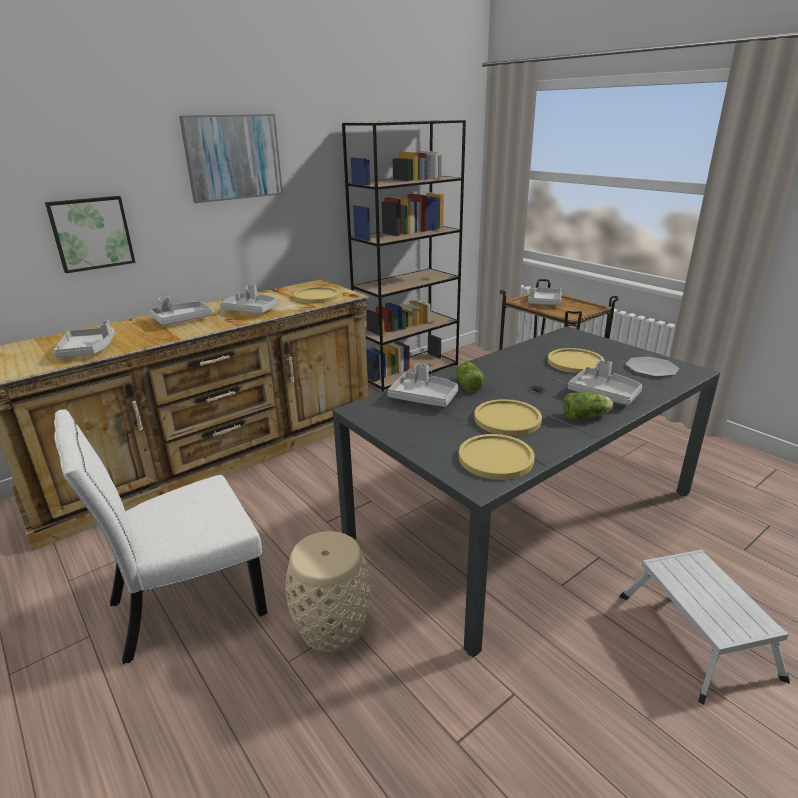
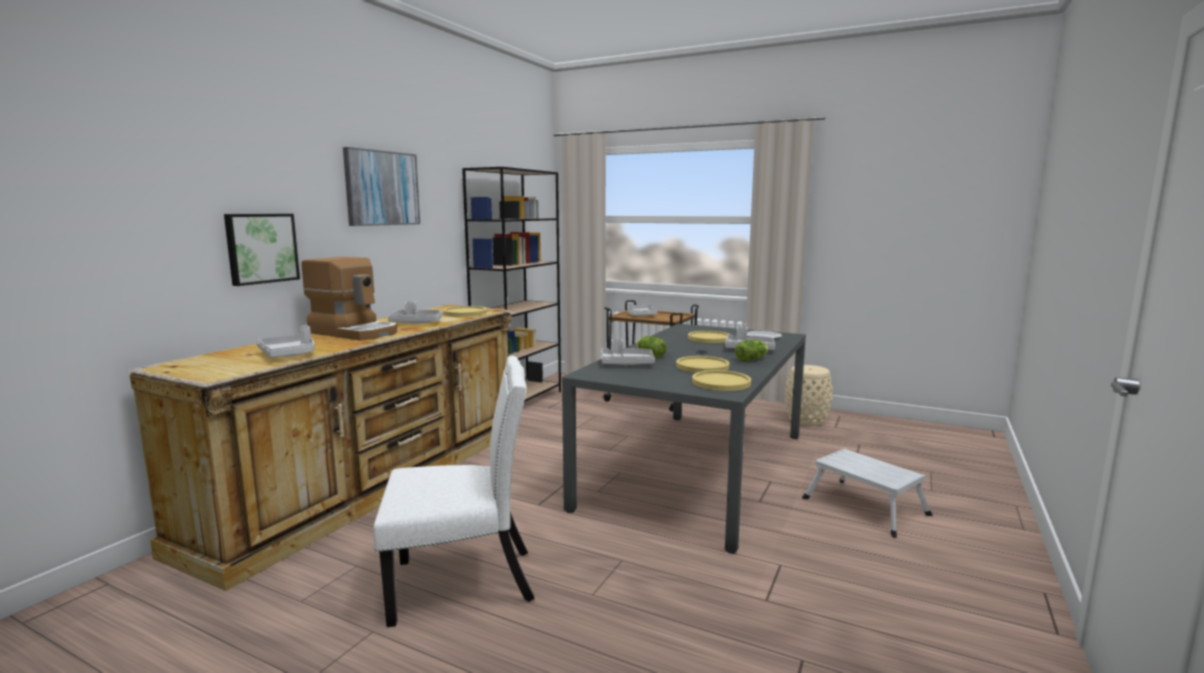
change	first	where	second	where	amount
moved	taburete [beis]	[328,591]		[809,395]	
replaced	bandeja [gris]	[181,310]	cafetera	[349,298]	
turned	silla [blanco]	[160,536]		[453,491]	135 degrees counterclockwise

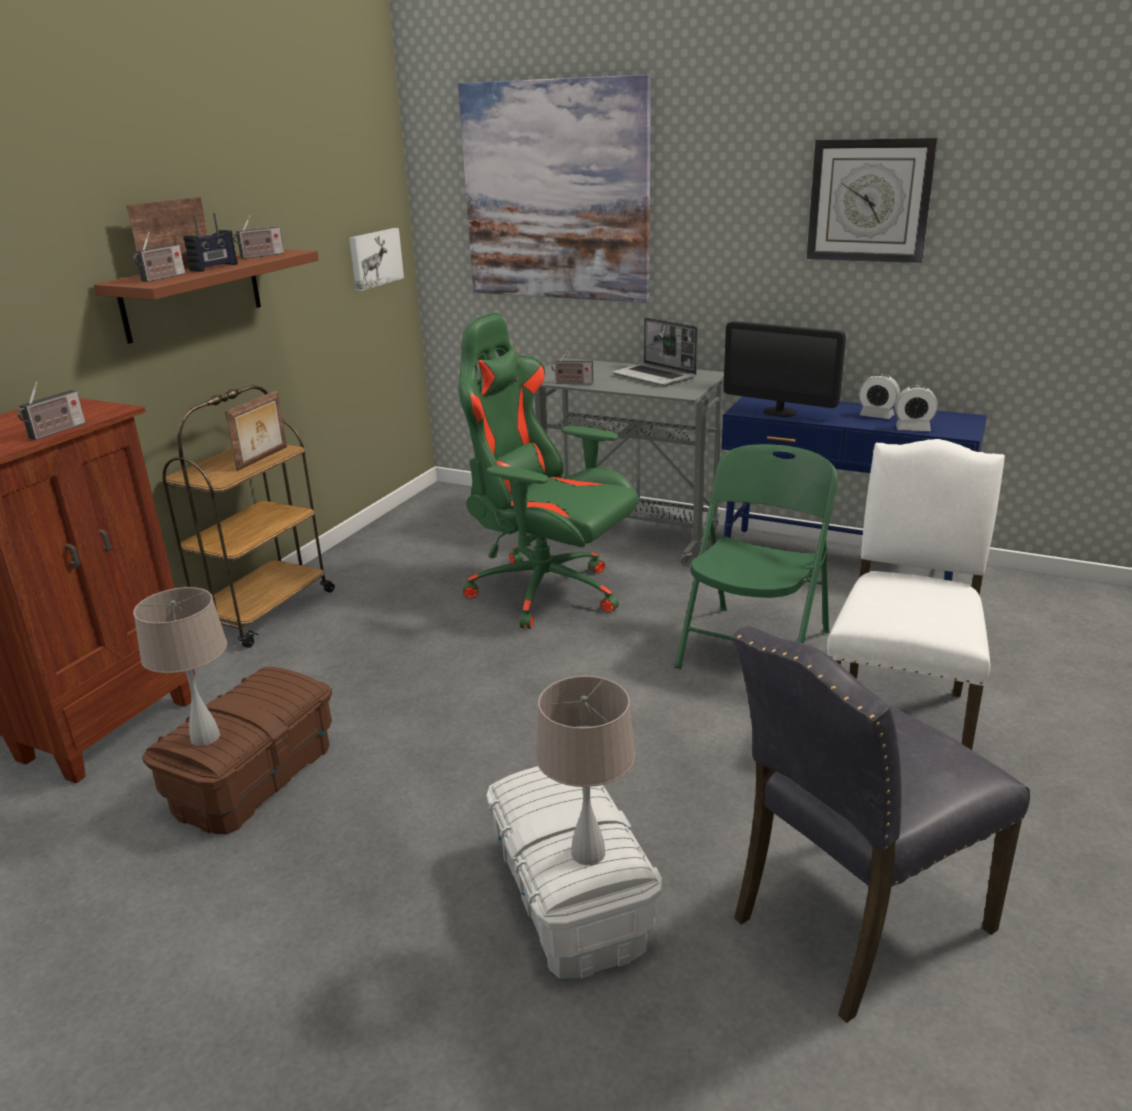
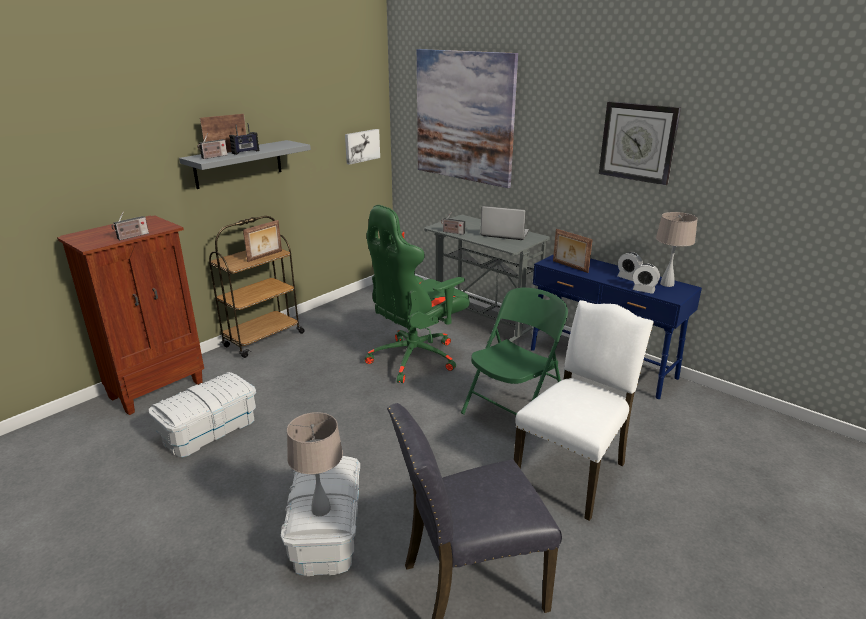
change	first	where	second	where	amount
removed	radio	[258,237]			
moved	lámpara de mesa [beis]	[180,666]		[677,249]	
replaced	monitor	[785,369]	portarretratos	[573,251]	
recoloured	estante [marrón]	[206,296]	estante [gris]	[245,164]	
recoloured	caja de almacenaje [marrón]	[237,751]	caja de almacenaje [blanco]	[202,414]	
turned	silla de oficina [verde]	[548,470]		[417,294]	90 degrees counterclockwise
turned	portátil	[655,351]		[505,223]	135 degrees clockwise

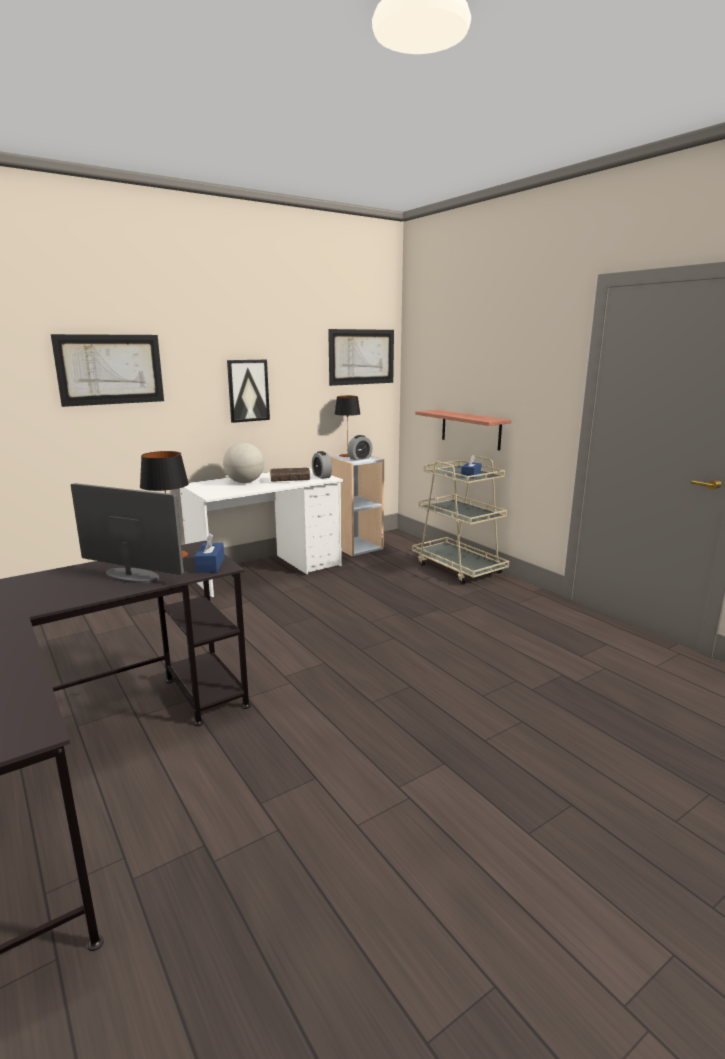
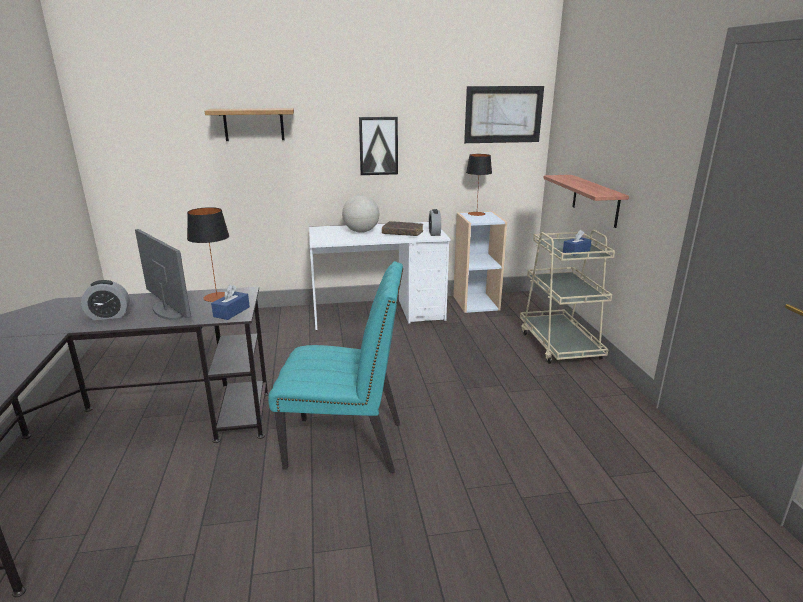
change	first	where	second	where	amount
added			silla [turquesa]	[335,367]	
moved	despertador	[360,448]		[105,300]	
replaced	cuadro	[107,370]	estante	[249,124]	

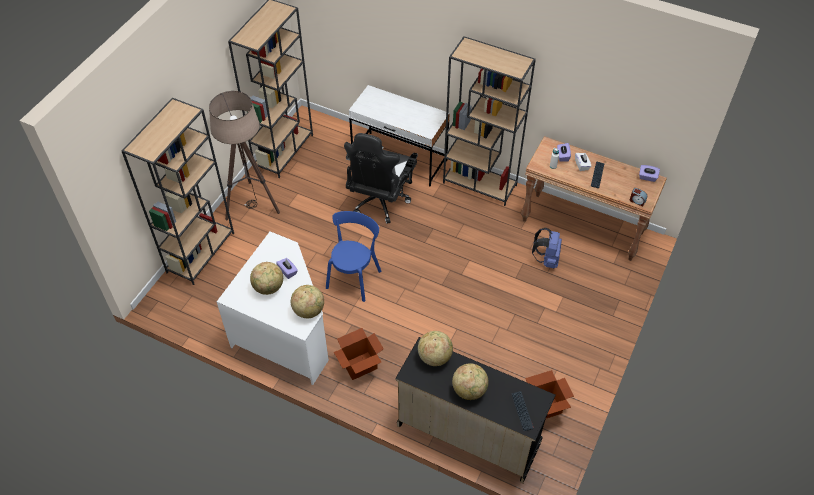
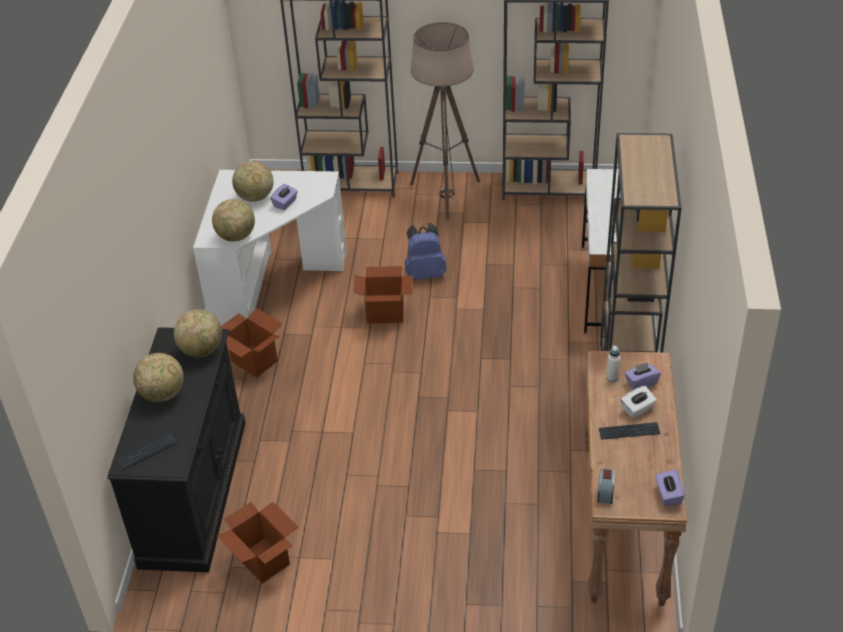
change	first	where	second	where	amount
removed	silla de oficina [negro]	[381,178]			
moved	mochila [azul]	[547,248]		[425,251]	
replaced	silla [azul]	[353,256]	caja de cartón	[383,295]	

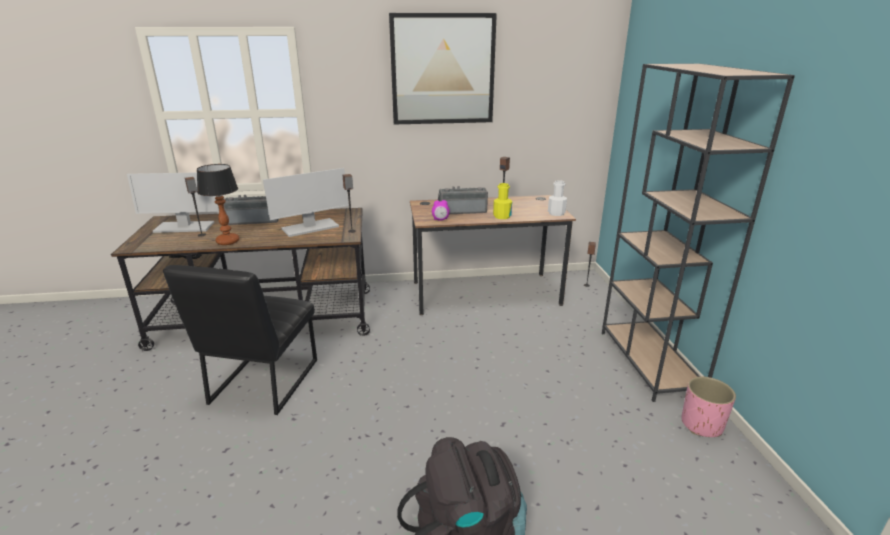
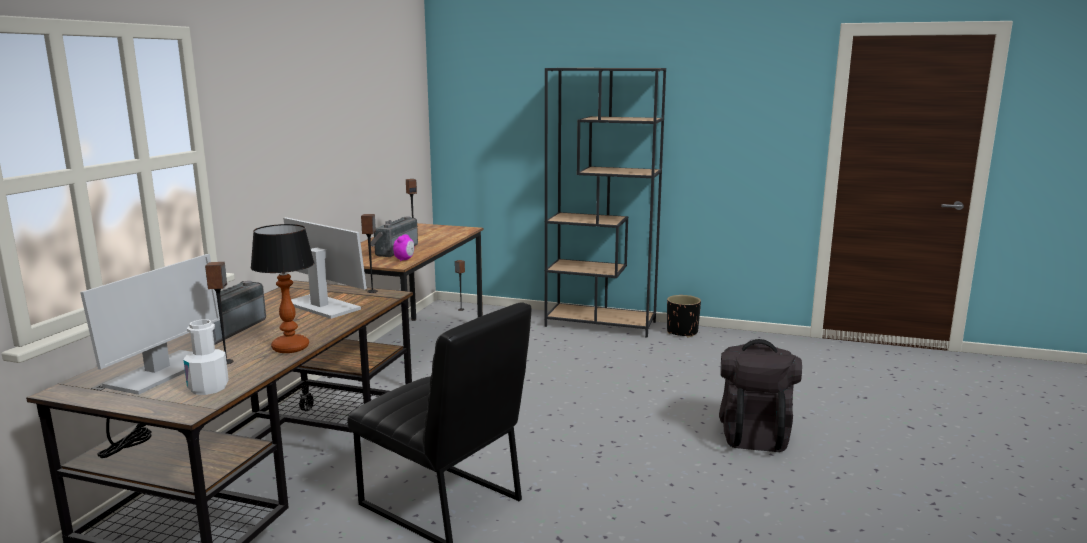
change	first	where	second	where	amount
removed	cuadro	[443,68]			
removed	botella [amarillo]	[502,201]			
moved	botella [blanco]	[557,198]		[206,357]	
recoloured	maceta [rosa]	[708,407]	maceta [negro]	[684,316]	
turned	monitor	[306,202]		[325,268]	45 degrees counterclockwise

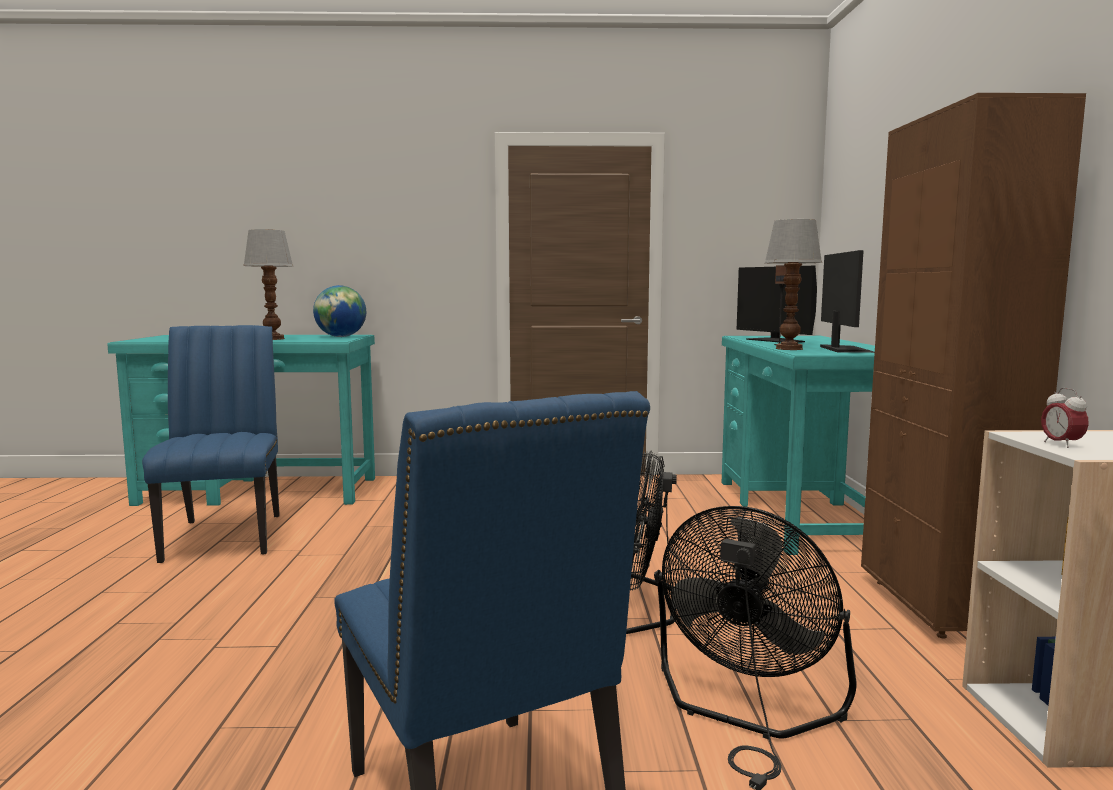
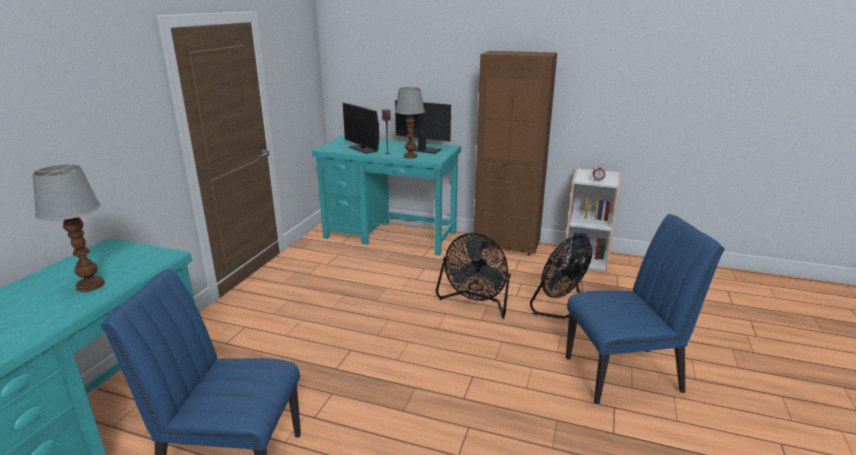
change	first	where	second	where	amount
removed	globo terráqueo	[339,311]			
turned	monitor	[777,304]		[361,128]	60 degrees clockwise

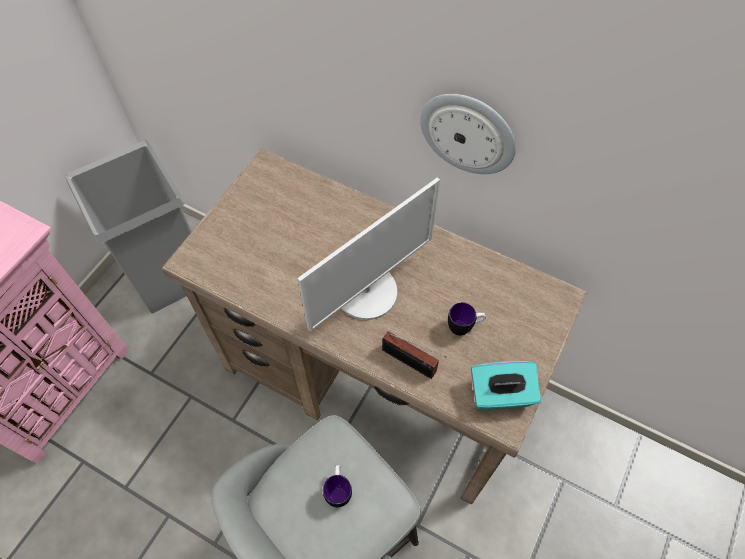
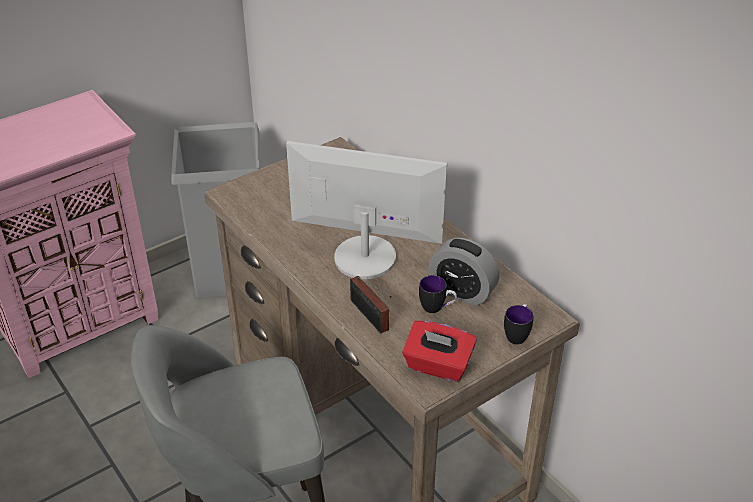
change	first	where	second	where	amount
removed	reloj de pared	[468,134]			
added			despertador	[463,272]	
moved	taza grande	[337,486]		[518,324]	
recoloured	caja de pañuelos [turquesa]	[506,385]	caja de pañuelos [rojo]	[439,351]	
turned	monitor	[368,255]		[366,210]	150 degrees counterclockwise

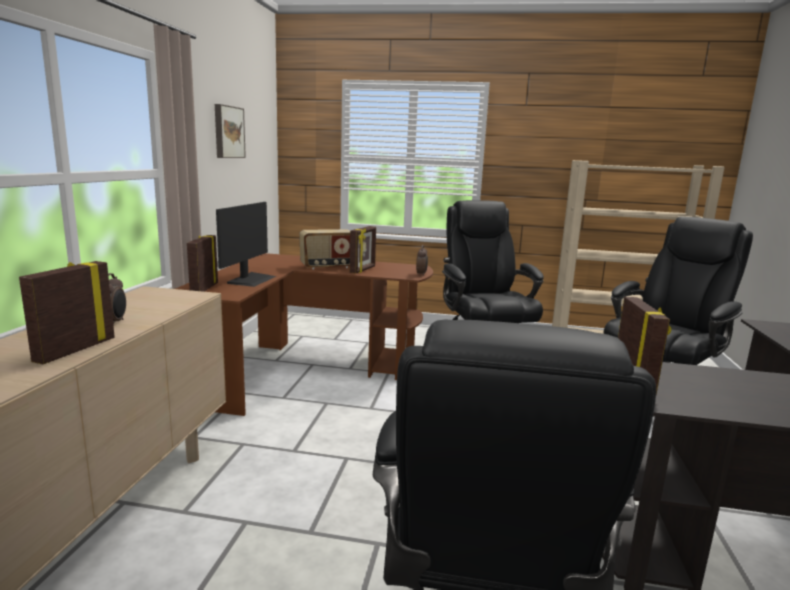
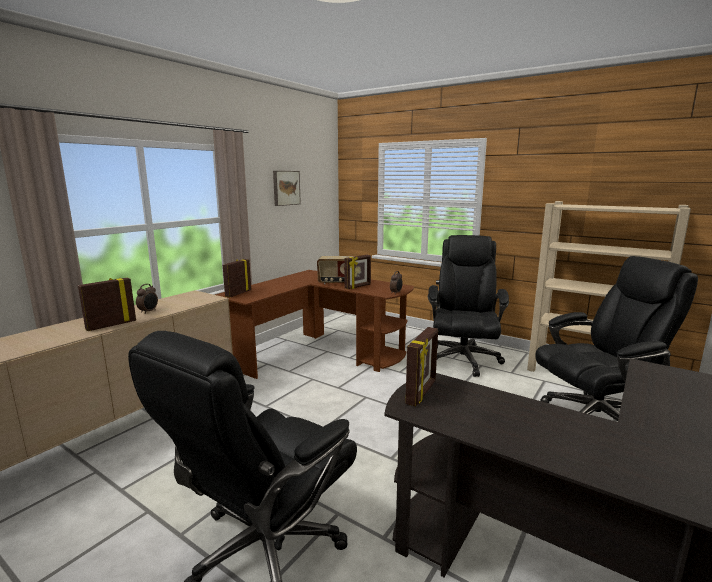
change	first	where	second	where	amount
removed	monitor	[246,244]			

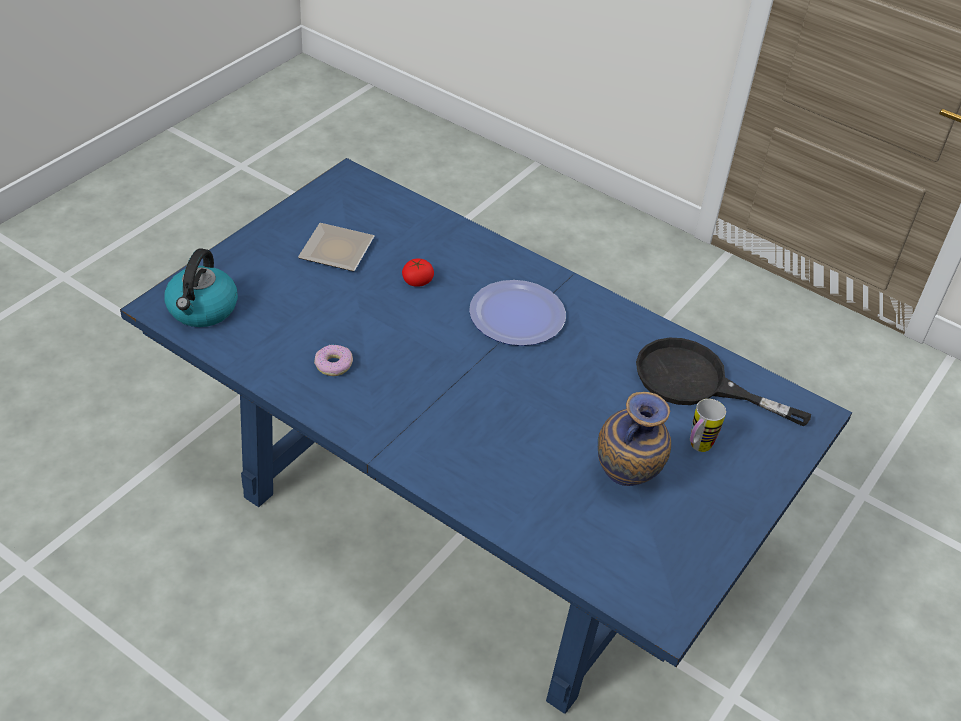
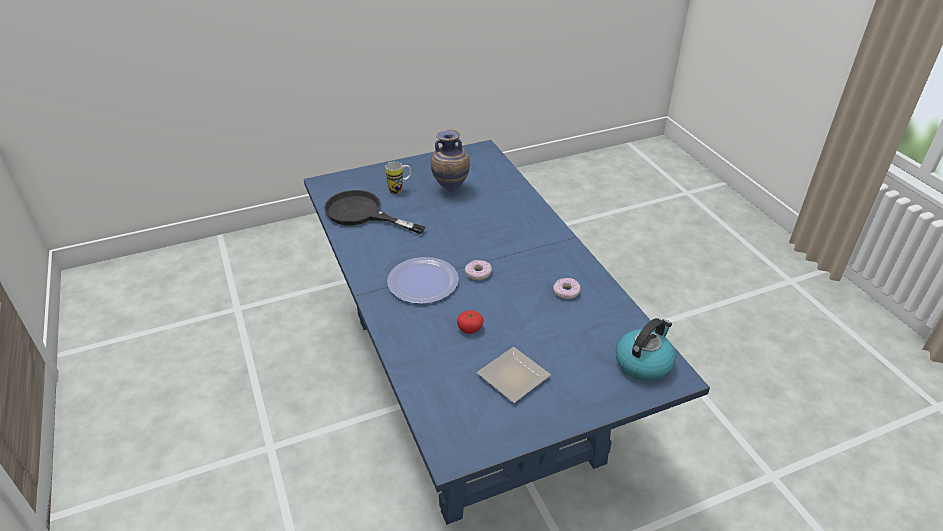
change	first	where	second	where	amount
added			rosquilla	[478,270]	
turned	sartén [negro]	[723,382]		[374,212]	150 degrees clockwise

